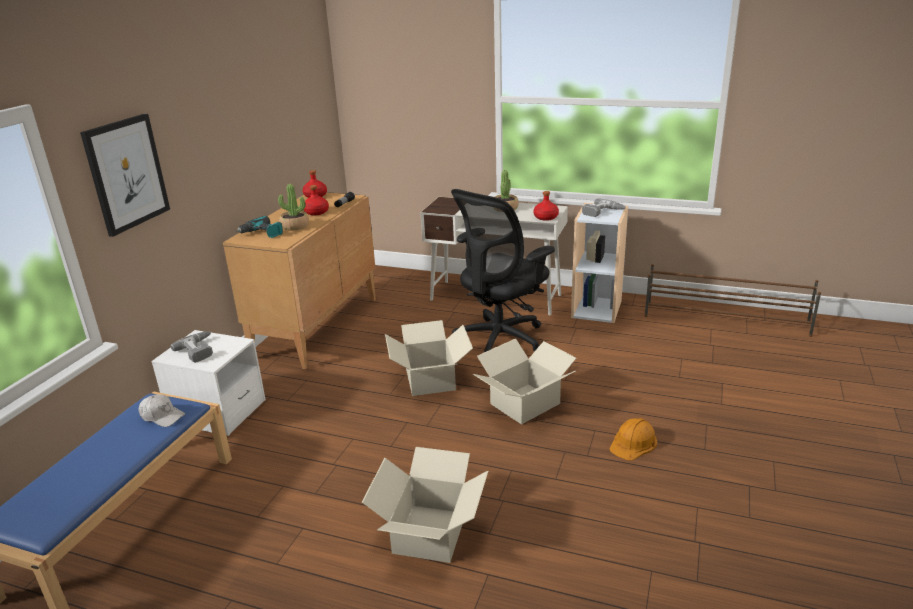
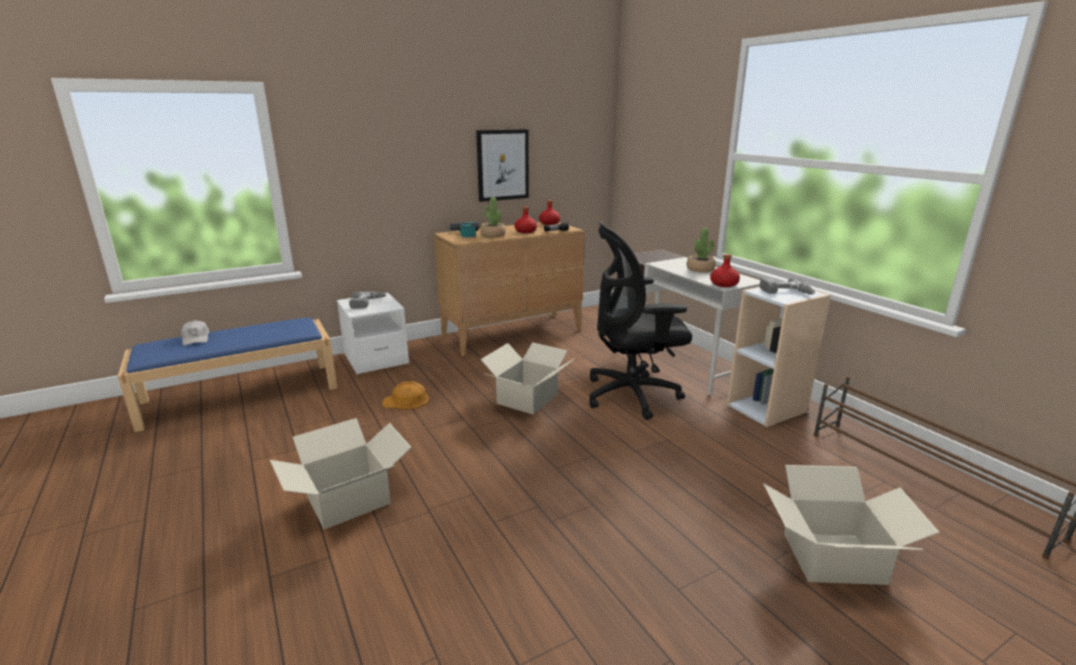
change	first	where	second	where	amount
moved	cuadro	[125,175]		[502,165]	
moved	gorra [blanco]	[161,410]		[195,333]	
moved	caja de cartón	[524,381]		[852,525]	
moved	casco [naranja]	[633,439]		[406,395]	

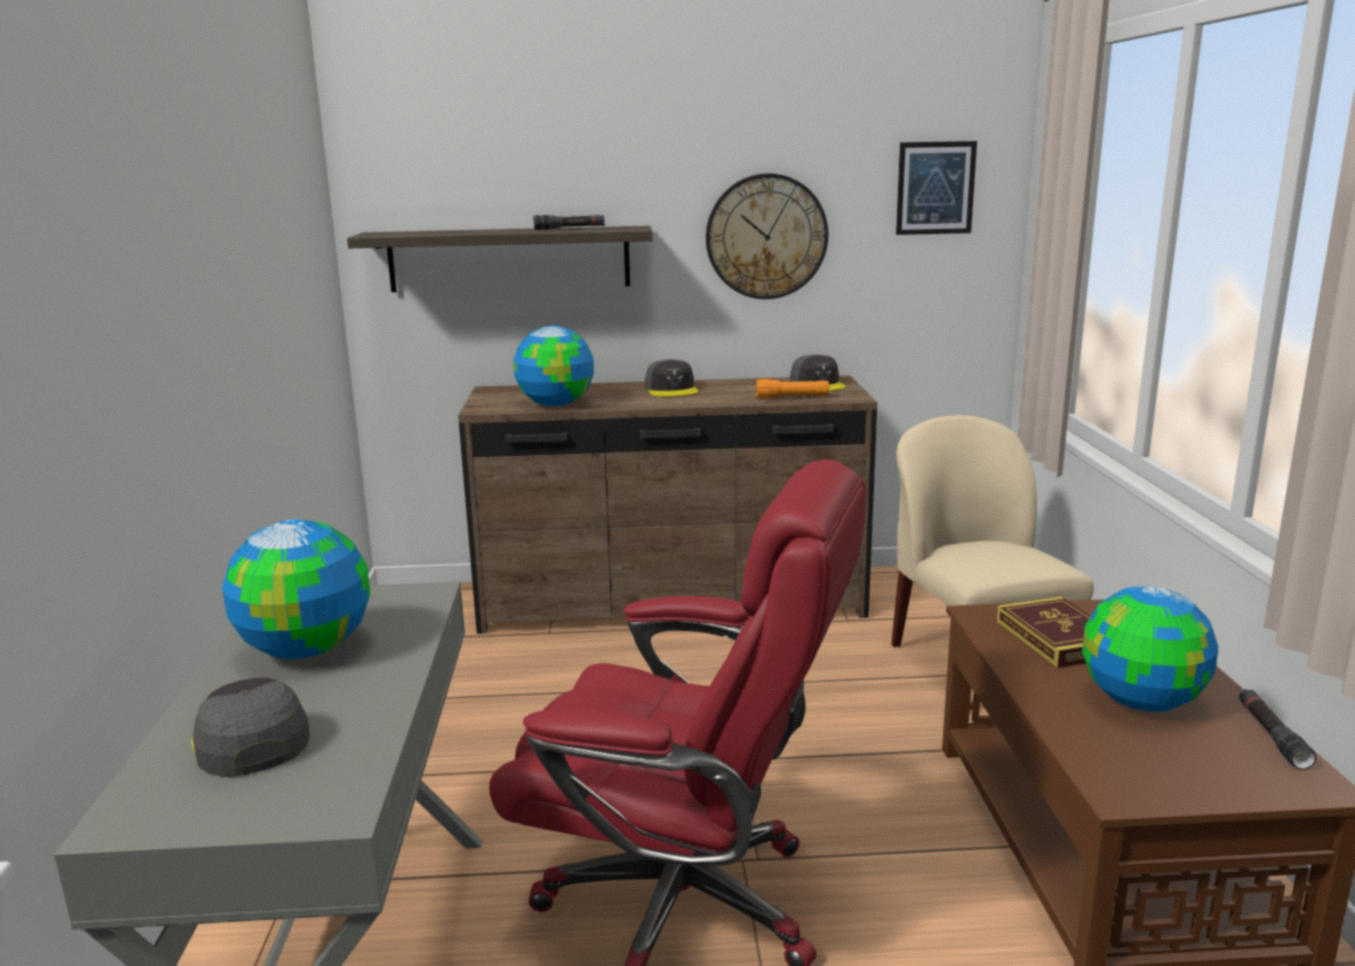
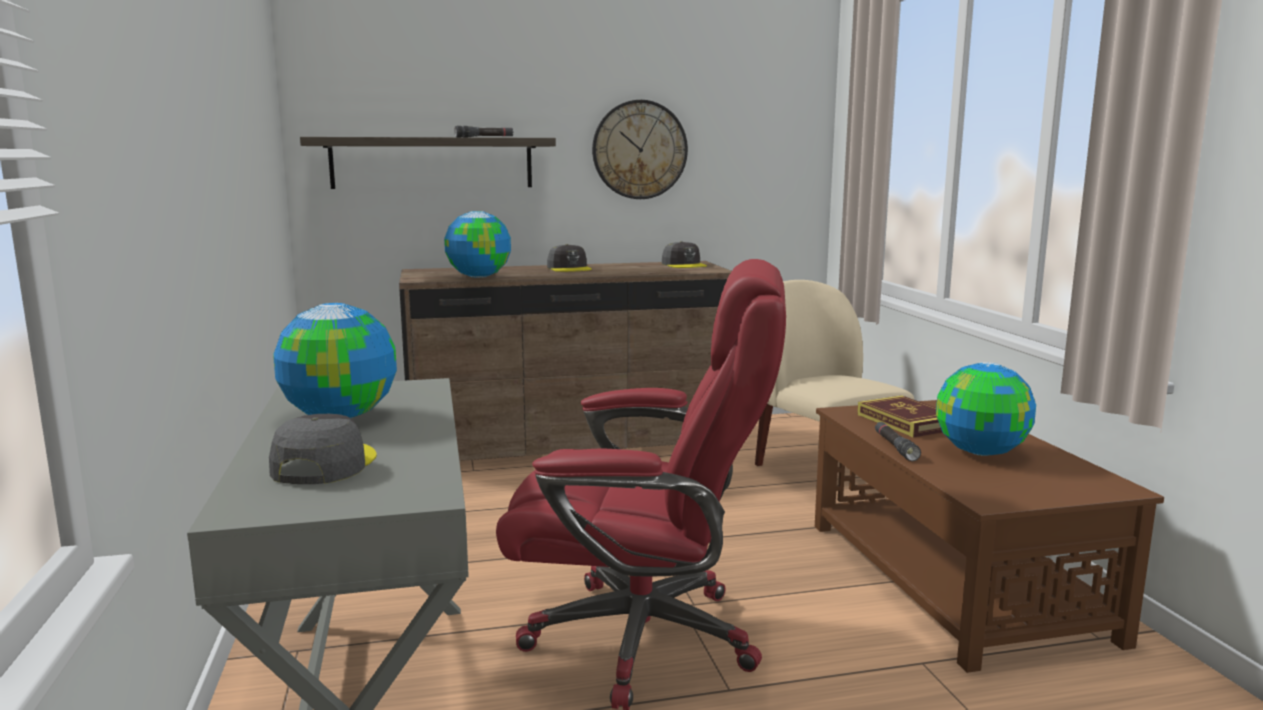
change	first	where	second	where	amount
removed	linterna [naranja]	[792,389]			
removed	cuadro	[936,188]			
moved	linterna [negro]	[1278,729]		[898,441]	
turned	gorra [gris]	[250,727]		[323,449]	45 degrees clockwise

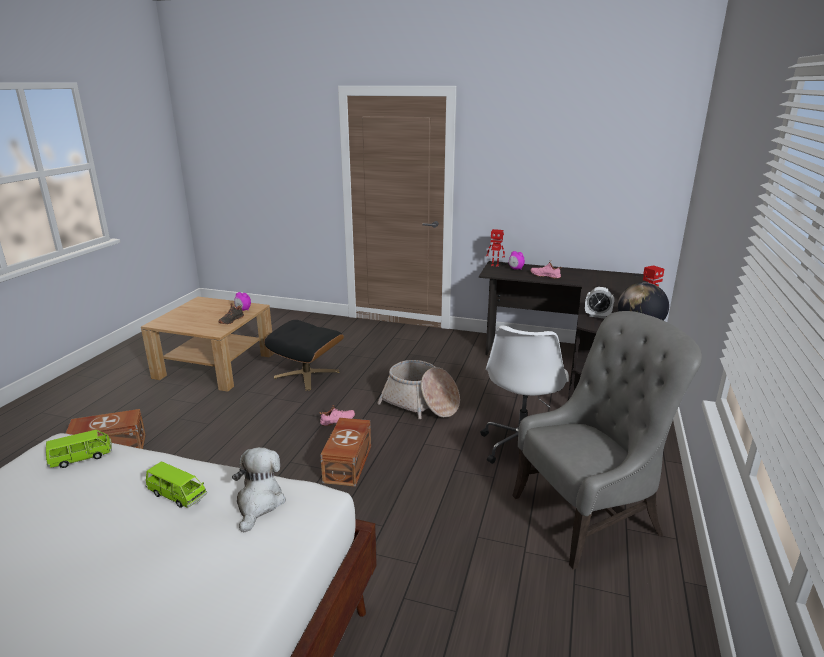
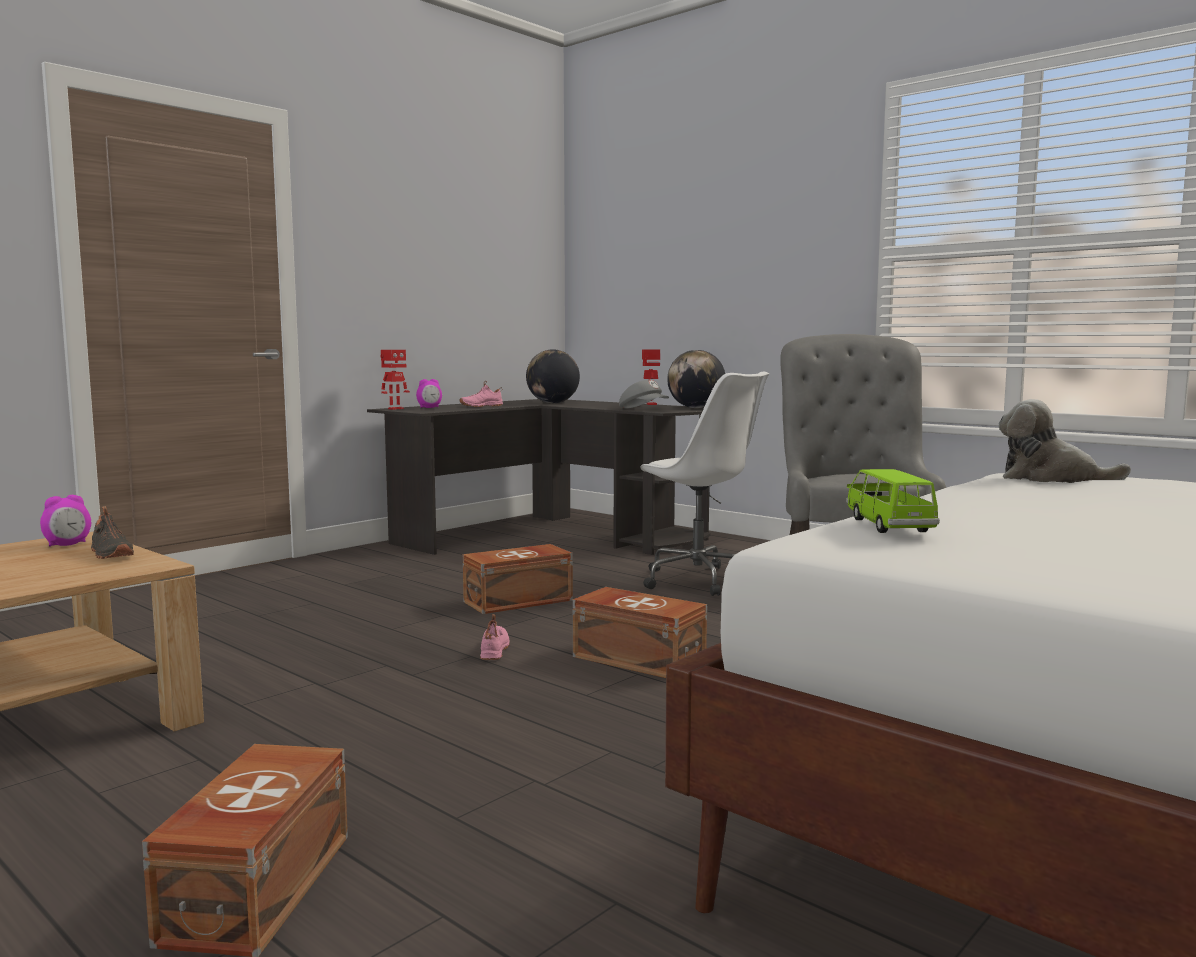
change	first	where	second	where	amount
removed	coche de juguete [verde]	[176,484]			
removed	puf [negro]	[304,355]			
added			globo terráqueo	[553,376]	
replaced	cesta	[418,389]	caja de almacenaje [marrón]	[518,579]	
replaced	despertador	[599,303]	gorra [gris]	[644,394]	

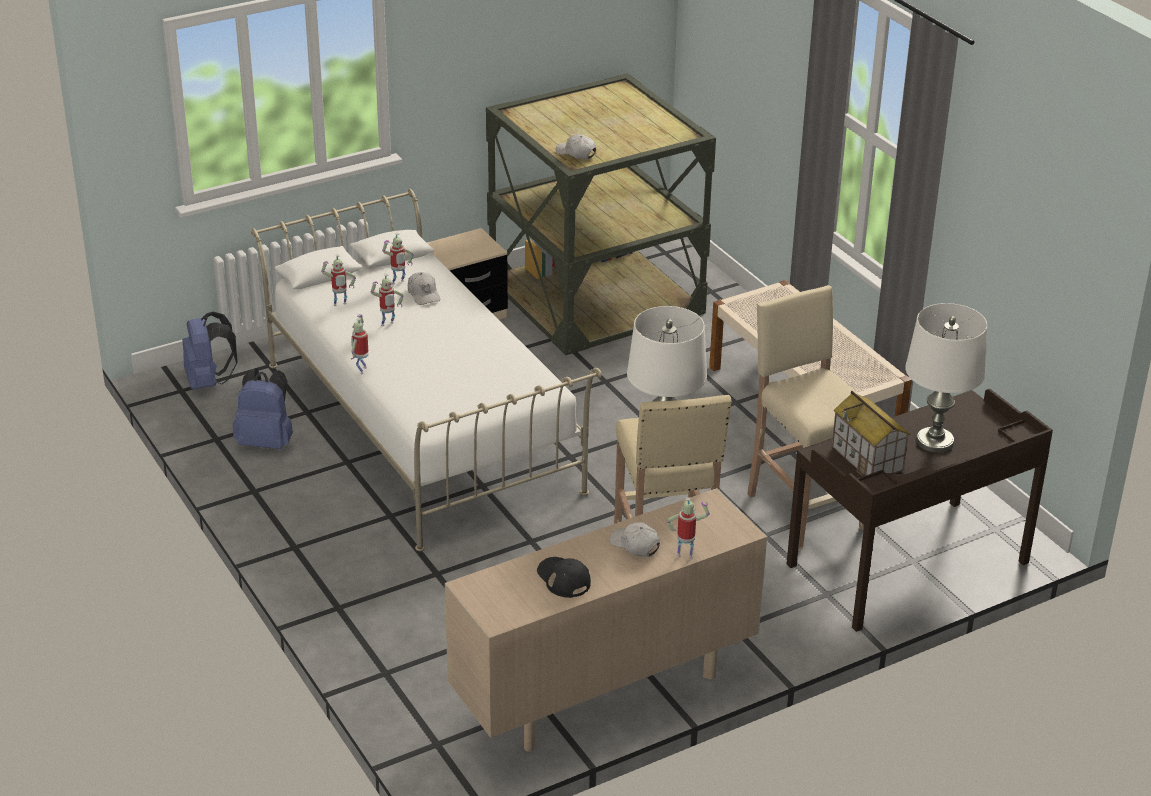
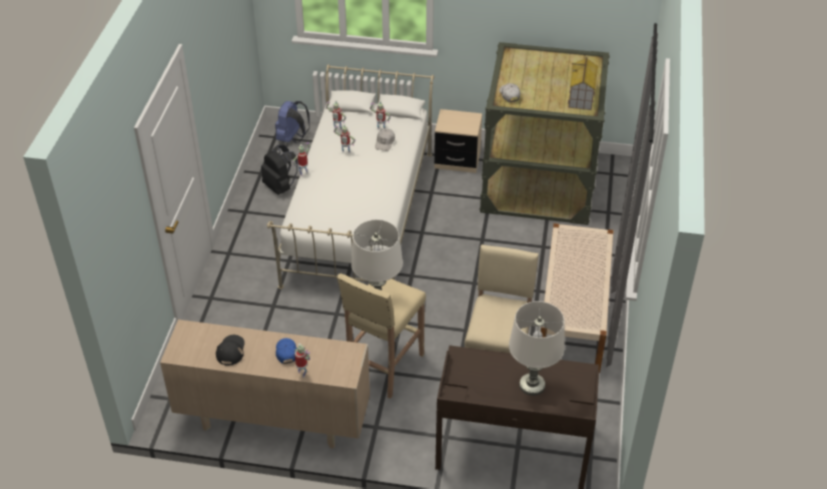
change	first	where	second	where	amount
moved	casita	[871,434]		[583,83]	
recoloured	mochila [azul]	[263,408]	mochila [negro]	[279,170]	
recoloured	gorra [blanco]	[634,540]	gorra [azul]	[286,351]	

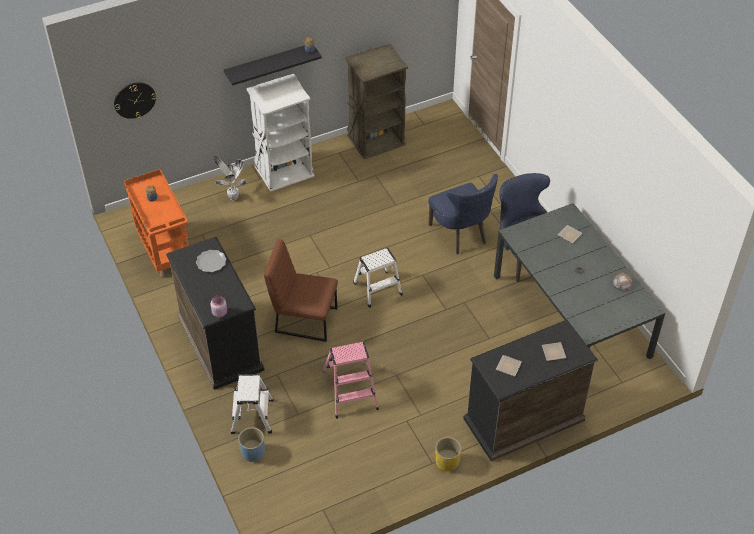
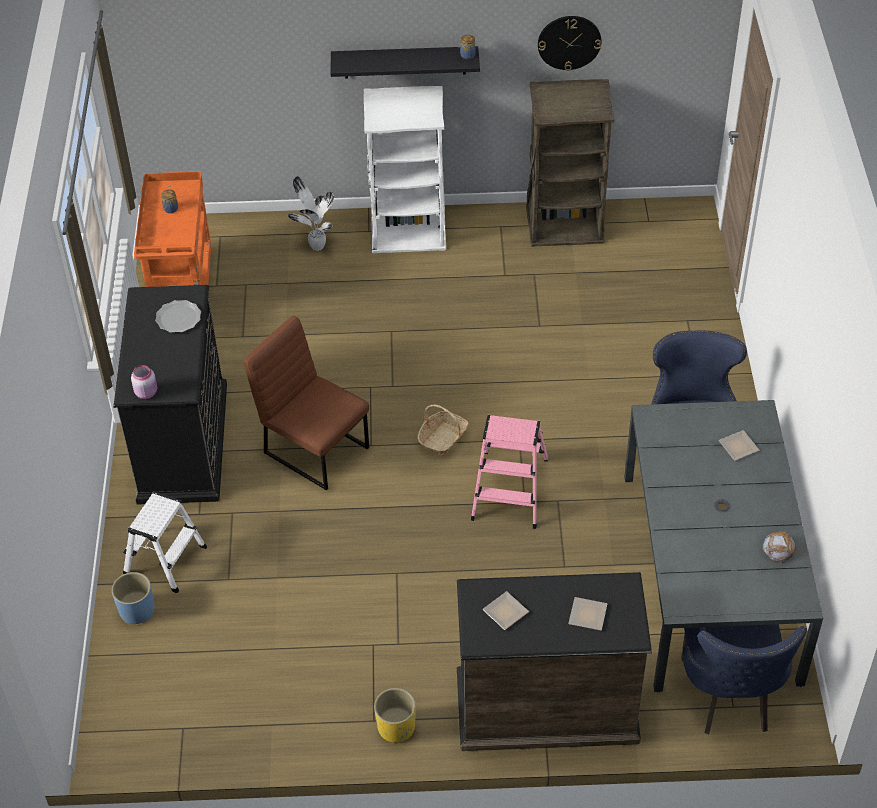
change	first	where	second	where	amount
moved	reloj de pared	[135,100]		[569,43]	
moved	escalera de tijera [rosa]	[351,380]		[509,472]	
moved	silla [azul]	[463,214]		[744,679]	
replaced	escalera de tijera [blanco]	[378,278]	cesta	[443,431]	

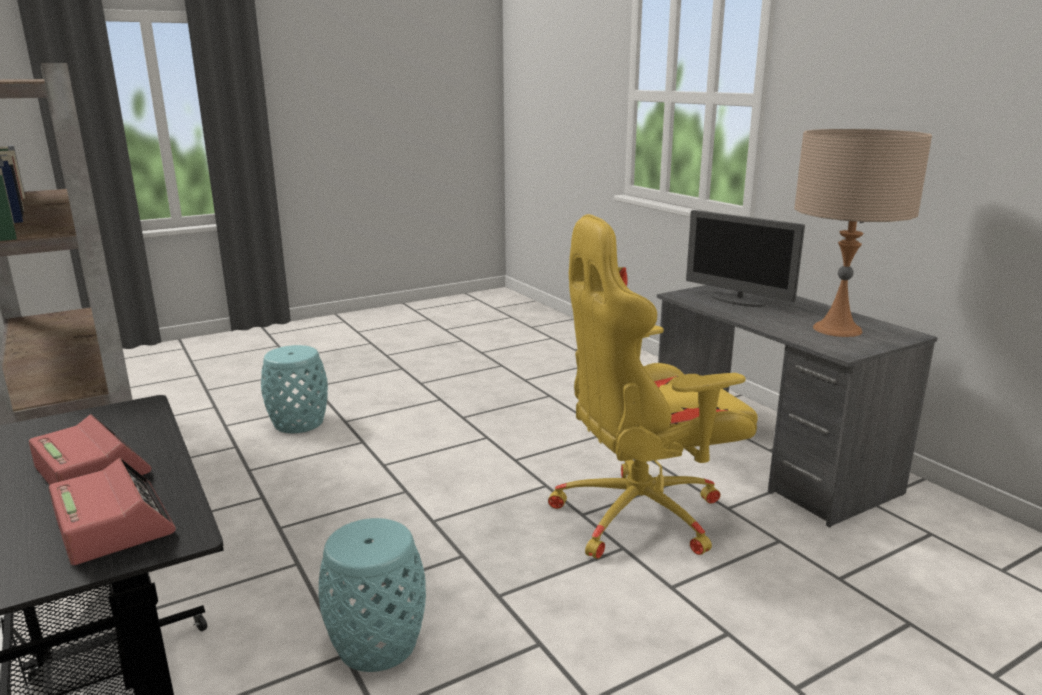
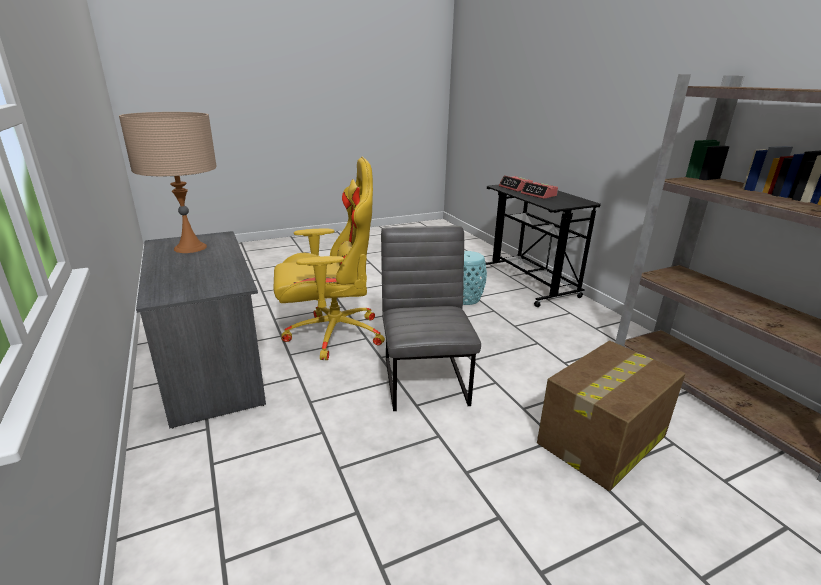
change	first	where	second	where	amount
removed	monitor	[745,258]			
added			silla [gris]	[431,318]	
replaced	taburete [turquesa]	[294,389]	caja de cartón	[611,416]	

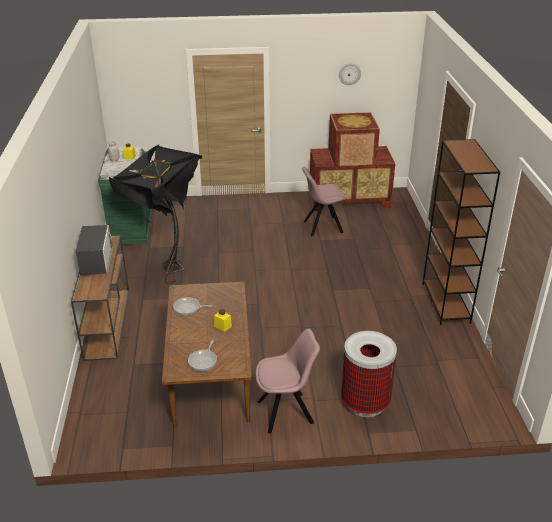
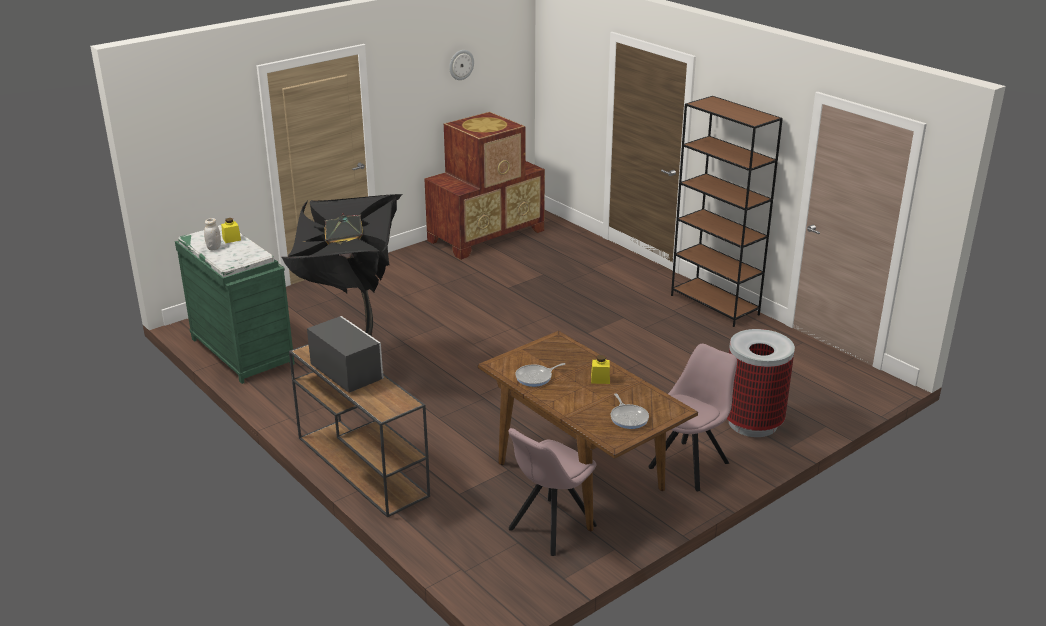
change	first	where	second	where	amount
moved	silla [rosa]	[323,201]		[552,492]	

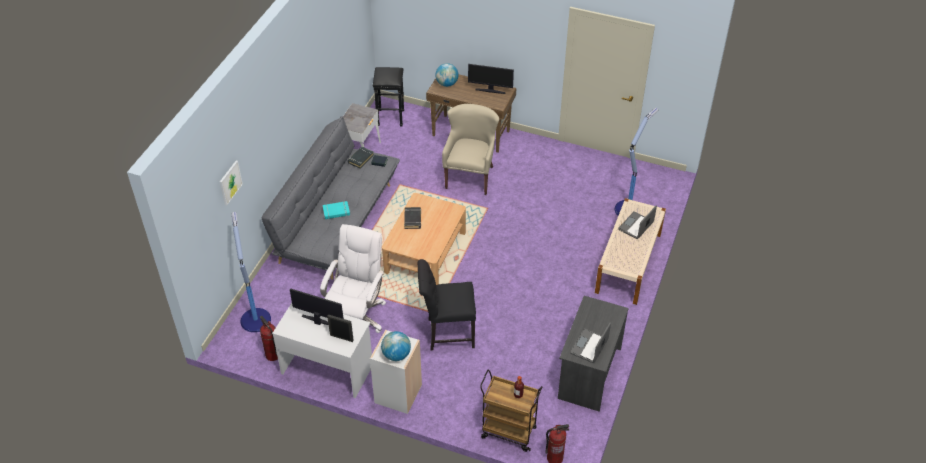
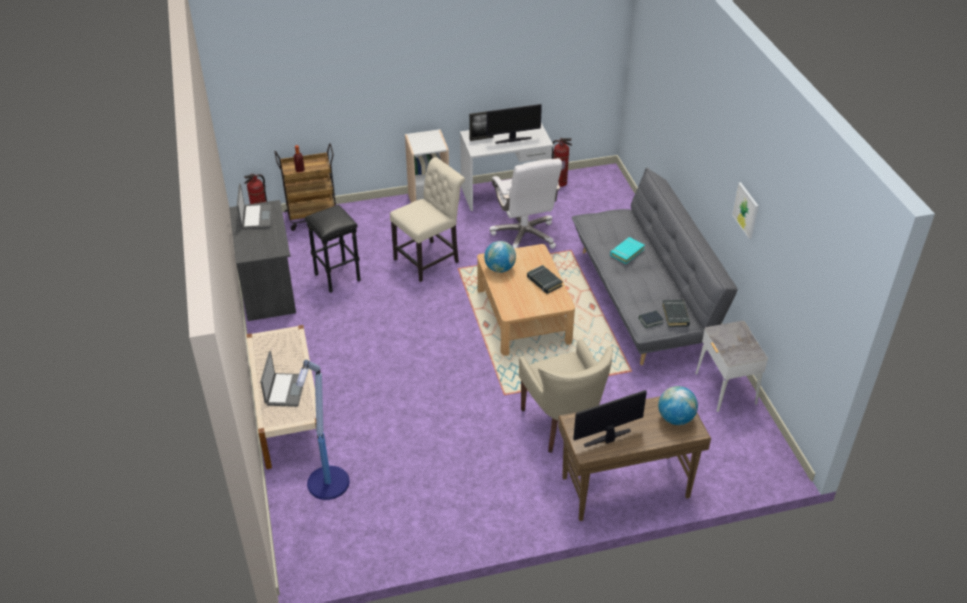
change	first	where	second	where	amount
removed	lámpara de pie	[251,272]			
moved	cuadro	[231,182]		[745,210]	
moved	taburete [negro]	[388,97]		[333,249]	
moved	globo terráqueo	[396,346]		[500,257]	
recoloured	silla [negro]	[447,304]	silla [beis]	[427,219]	

